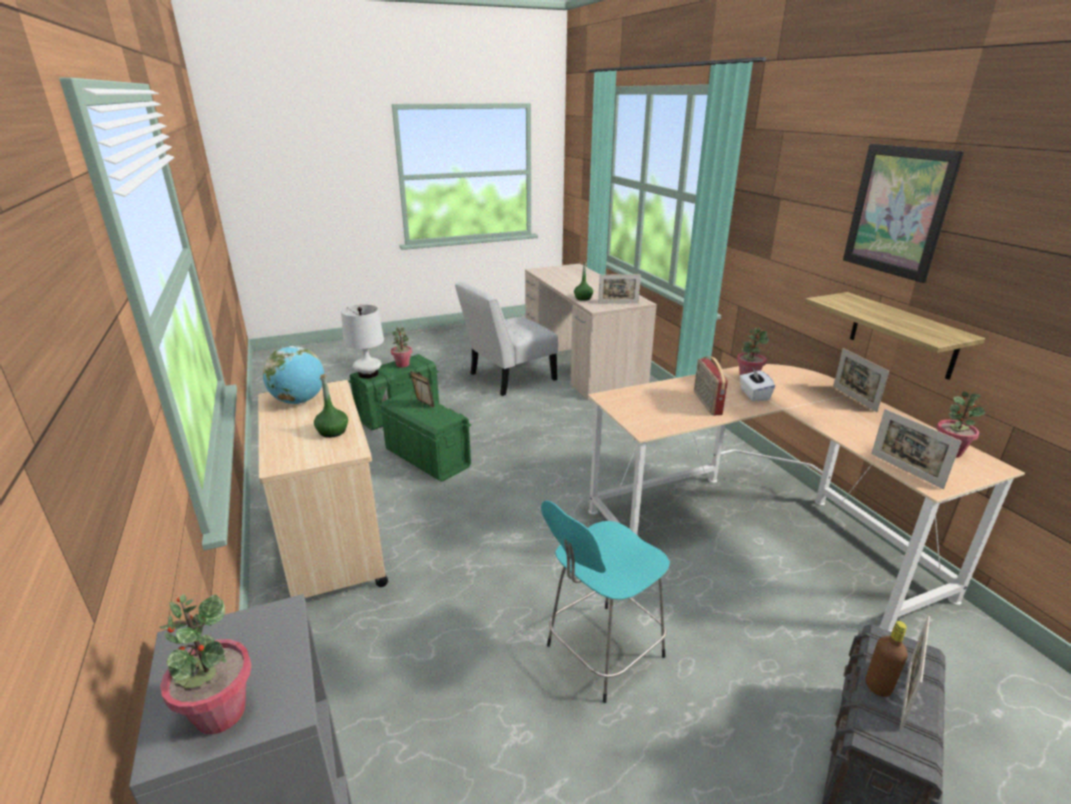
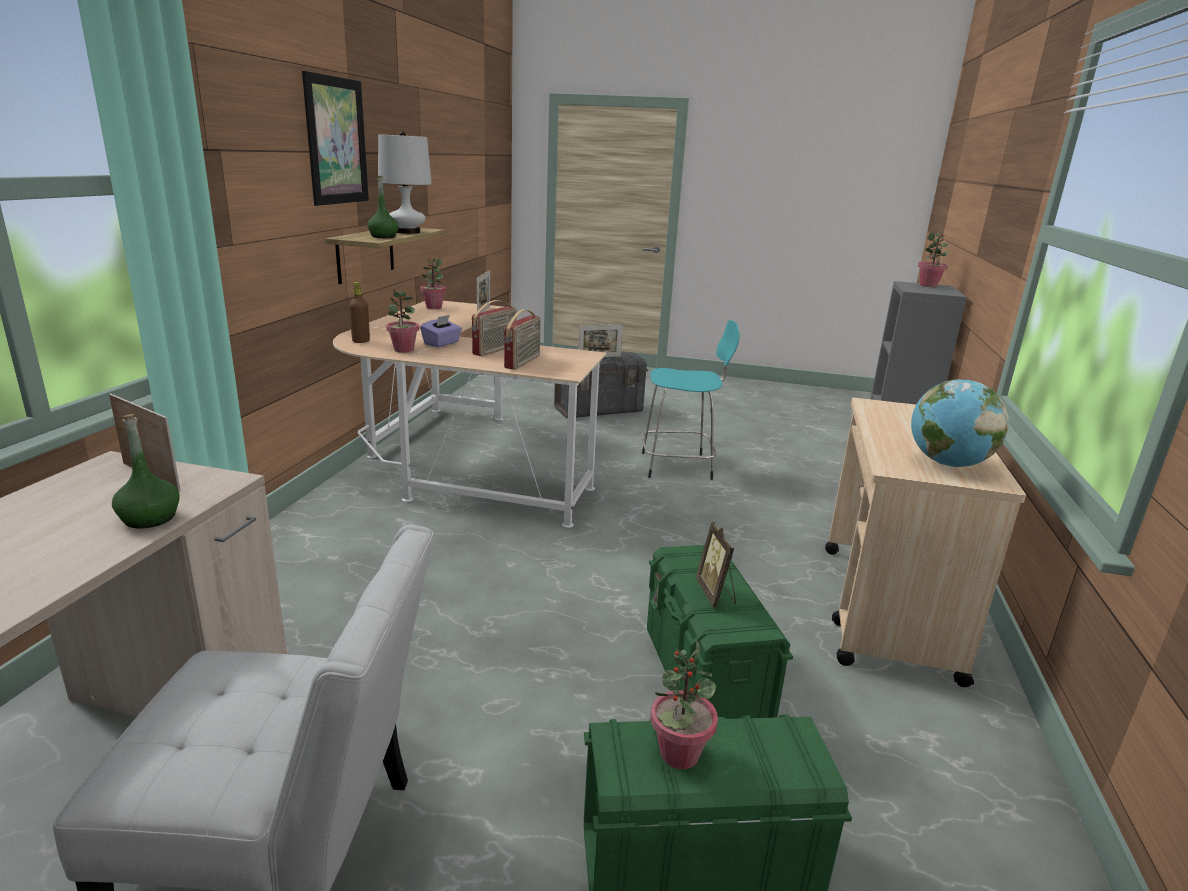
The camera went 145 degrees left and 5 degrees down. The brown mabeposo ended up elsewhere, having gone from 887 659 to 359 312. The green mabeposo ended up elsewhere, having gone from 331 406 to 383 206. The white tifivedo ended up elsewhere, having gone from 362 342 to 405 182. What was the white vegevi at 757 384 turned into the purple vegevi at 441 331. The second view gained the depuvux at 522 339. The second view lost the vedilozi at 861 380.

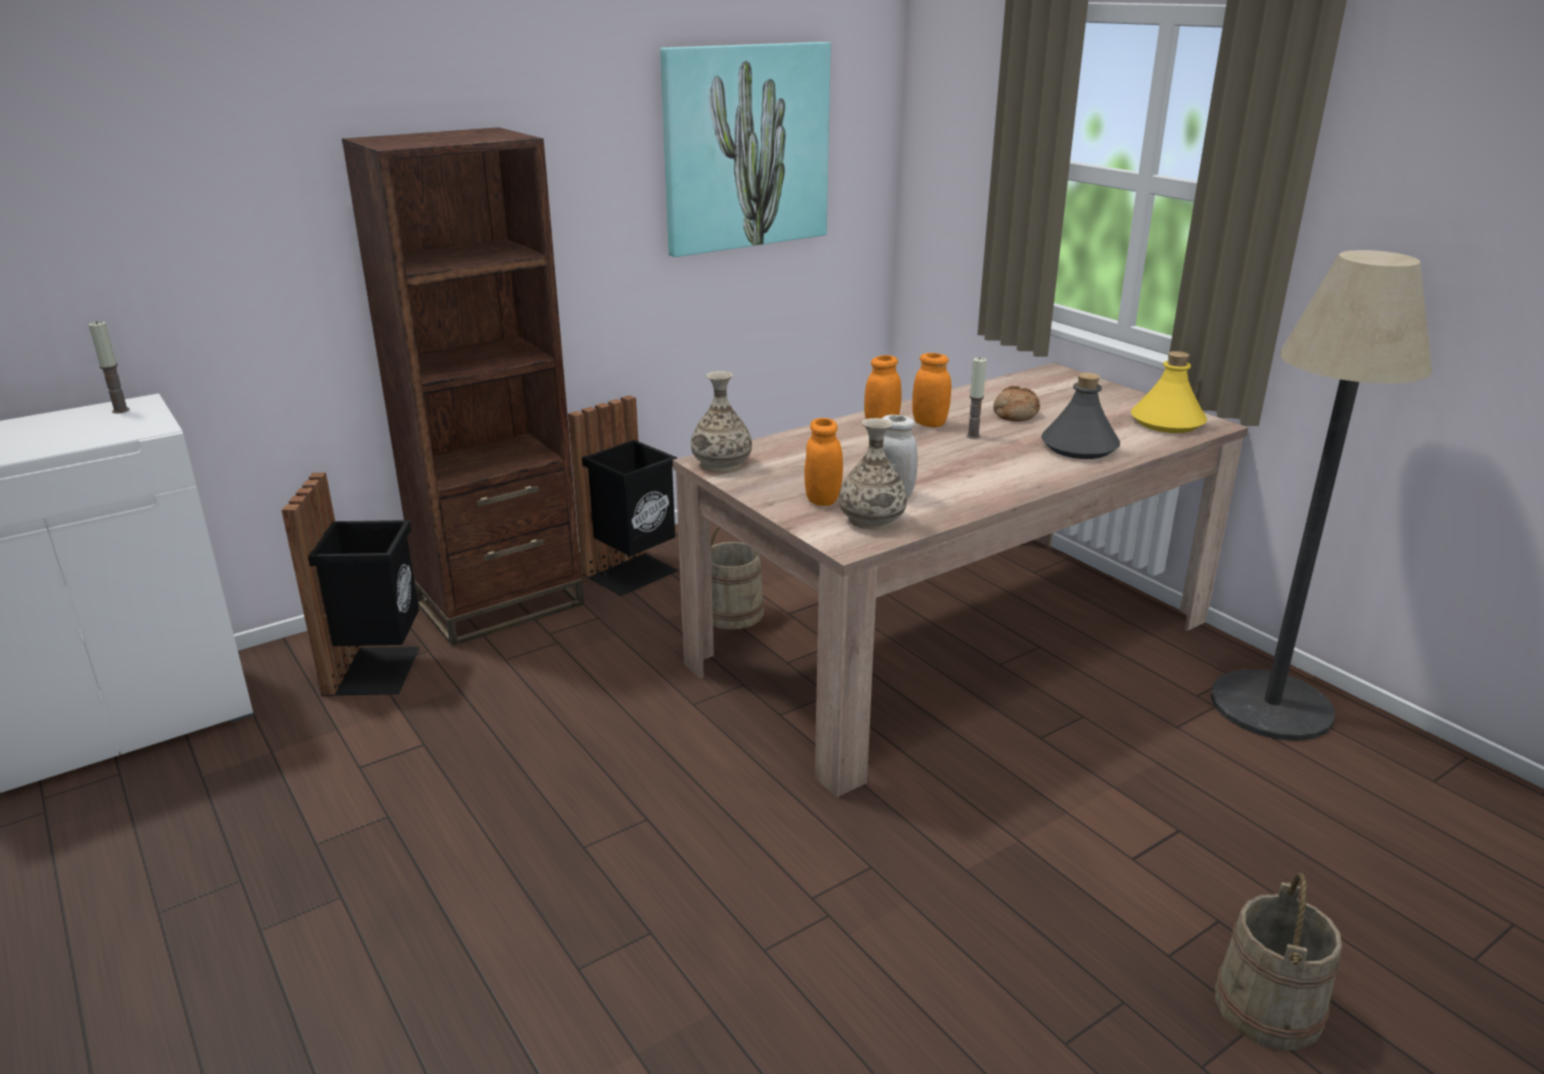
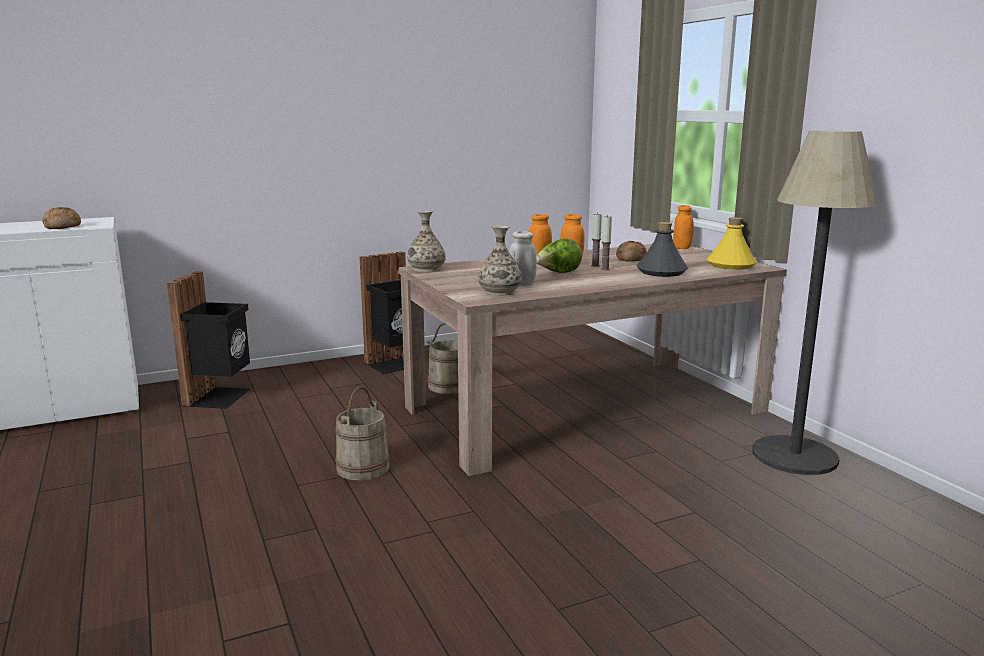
The camera went 10 degrees right and 10 degrees down. The second view gained the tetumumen at 61 218. The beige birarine ended up elsewhere, having gone from 1278 961 to 362 433. The second view gained the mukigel at 559 256. The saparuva ended up elsewhere, having gone from 109 367 to 606 243. The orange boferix ended up elsewhere, having gone from 823 462 to 683 227. The second view lost the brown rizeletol at 463 386. The second view lost the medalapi at 745 149.

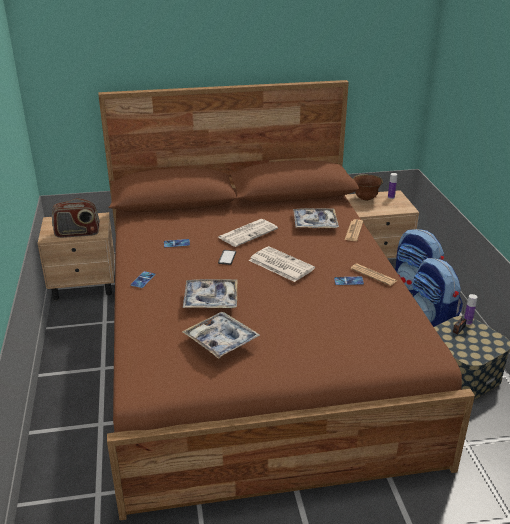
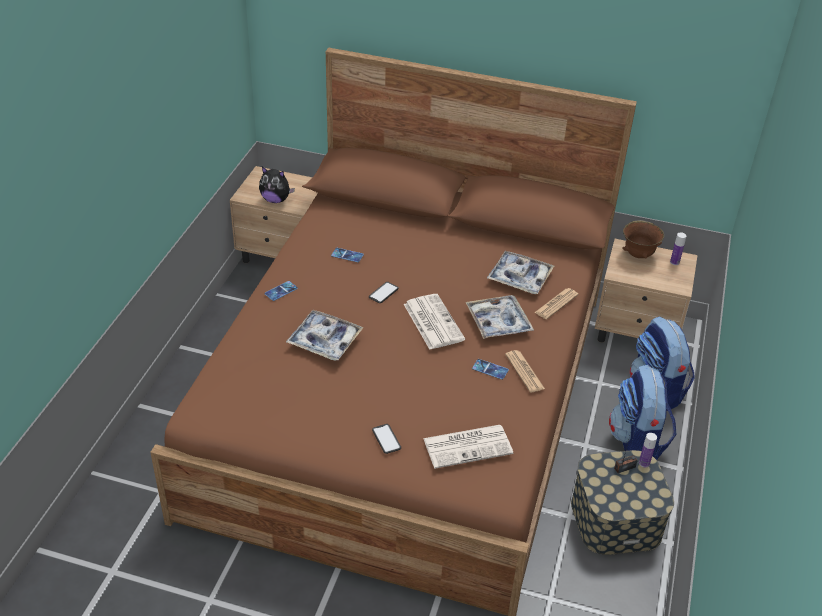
The camera went 25 degrees right and 10 degrees up. Where the depuvux stood at 76 218, the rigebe came to stand at 277 185. The second view gained the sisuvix at 386 439. The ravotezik ended up elsewhere, having gone from 248 233 to 468 447. The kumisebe ended up elsewhere, having gone from 221 335 to 499 317.

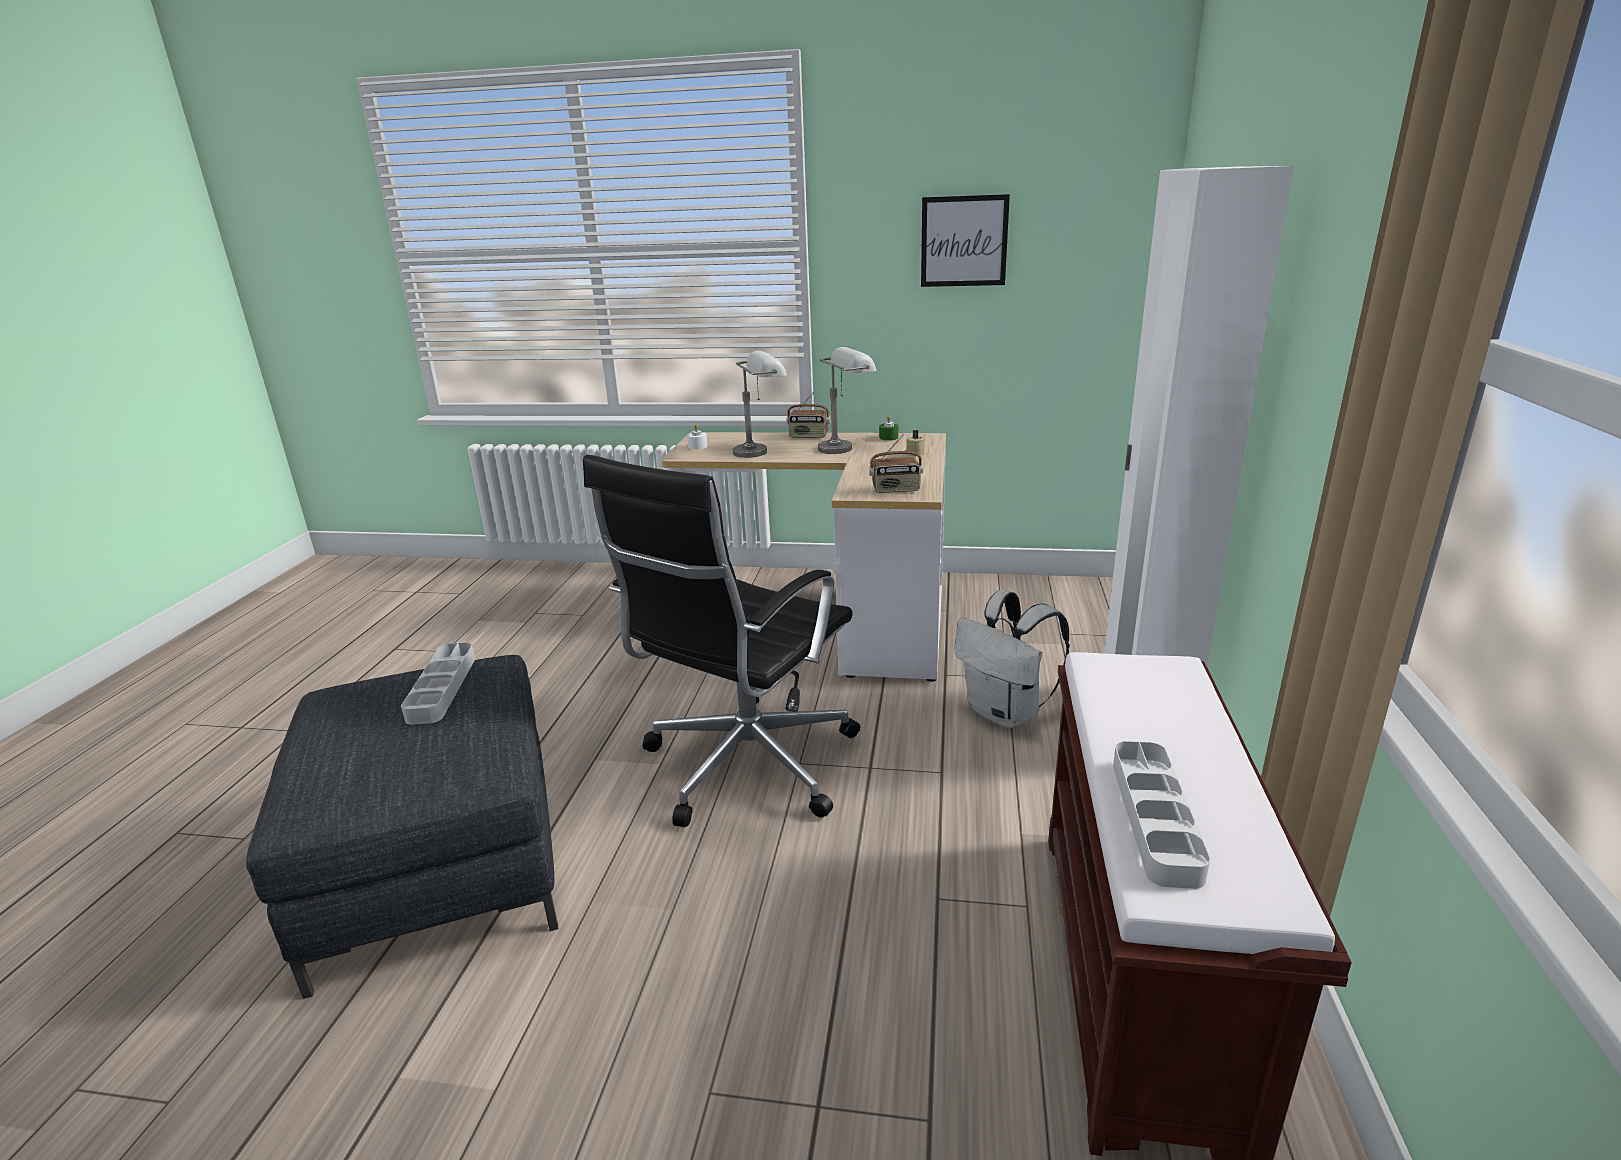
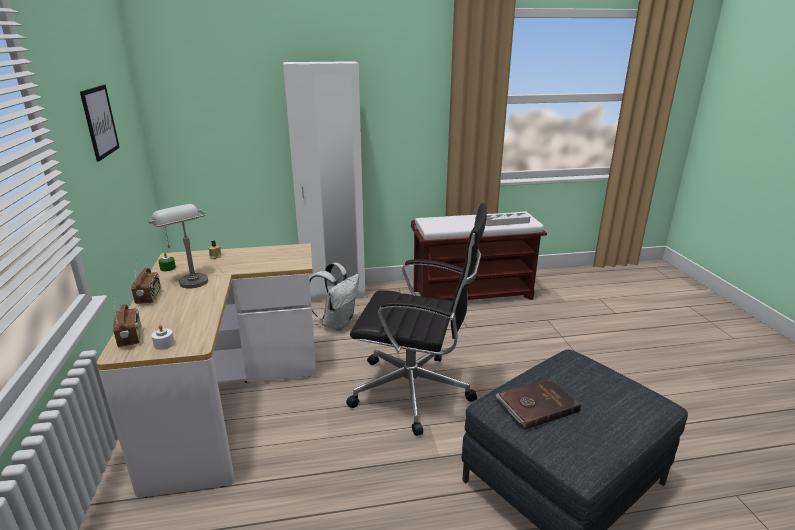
The camera went 110 degrees left and 0 degrees up. The depuvux ended up elsewhere, having gone from 896 463 to 127 323. Where the grey kumisebe stood at 438 683, the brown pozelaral came to stand at 538 404. The second view lost the grey tifivedo at 760 404.

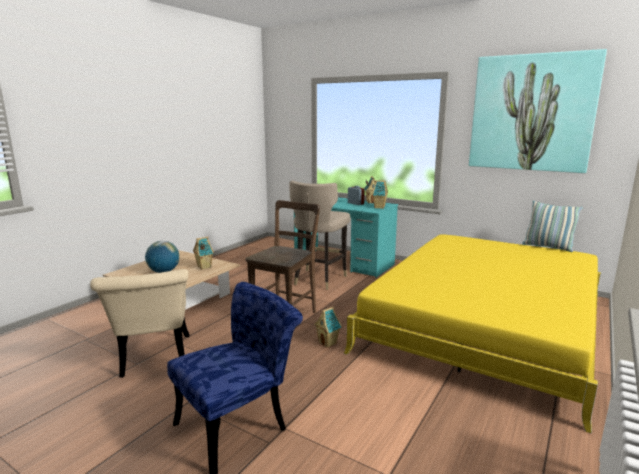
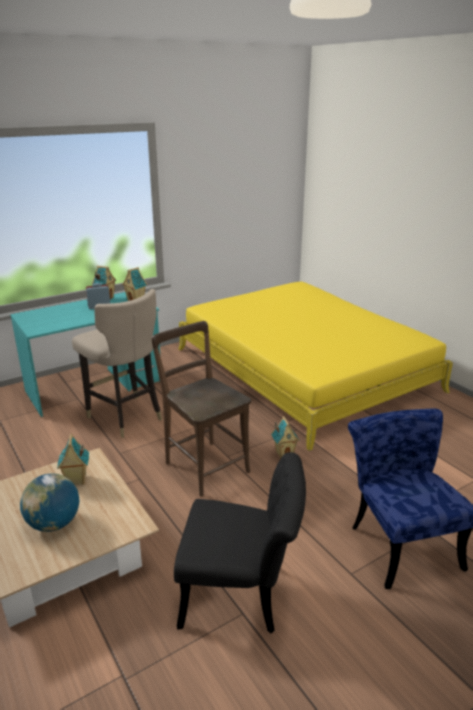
The camera went 65 degrees left and 10 degrees up. What was the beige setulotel at 140 323 turned into the black setulotel at 240 542. The second view lost the medalapi at 538 111. The second view lost the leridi at 552 226.

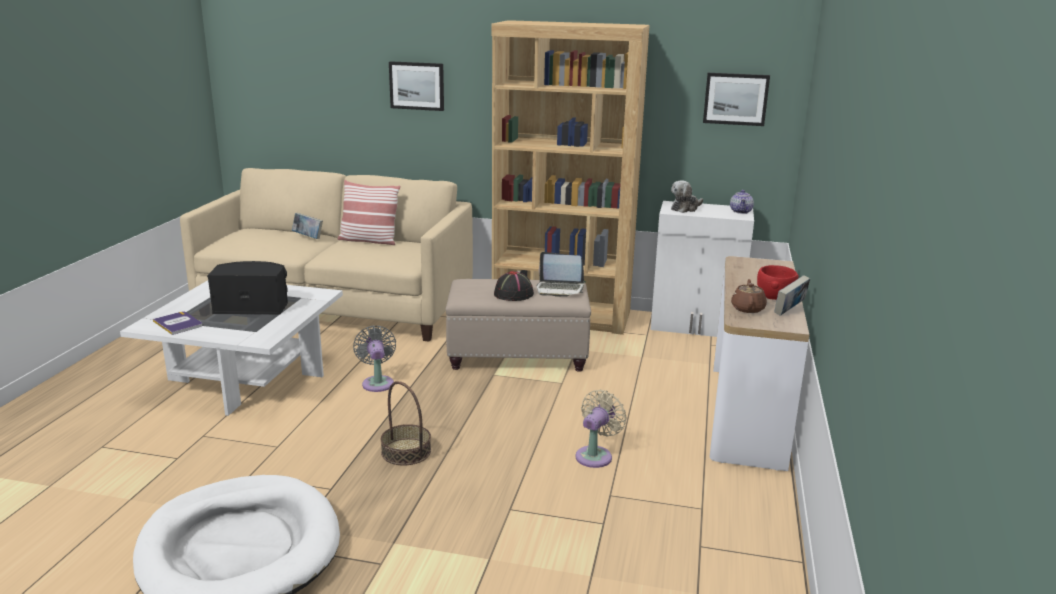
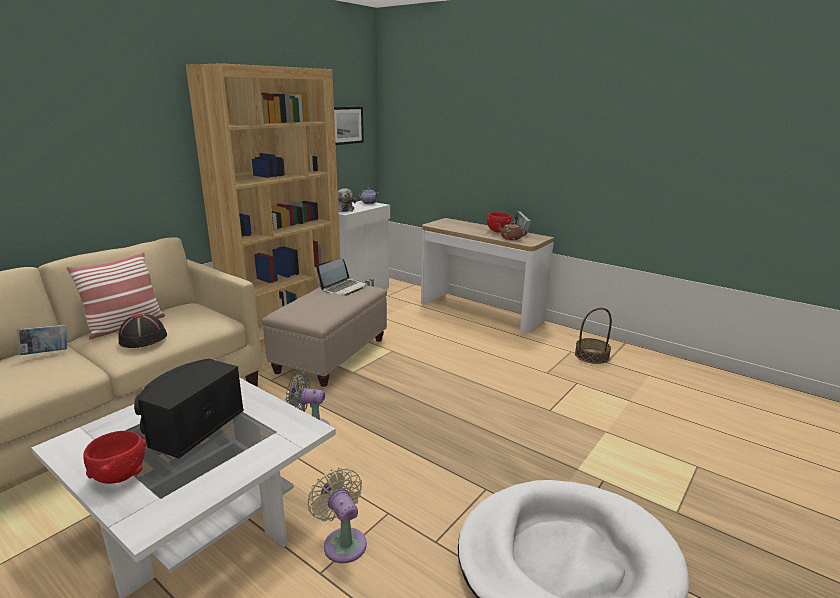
The camera went 65 degrees left and 0 degrees up. The second view gained the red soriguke at 115 457. The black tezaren ended up elsewhere, having gone from 514 286 to 143 330. The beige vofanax ended up elsewhere, having gone from 601 429 to 337 515. The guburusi ended up elsewhere, having gone from 406 423 to 593 336. The second view lost the pozelaral at 177 323. The second view lost the medalapi at 416 86.

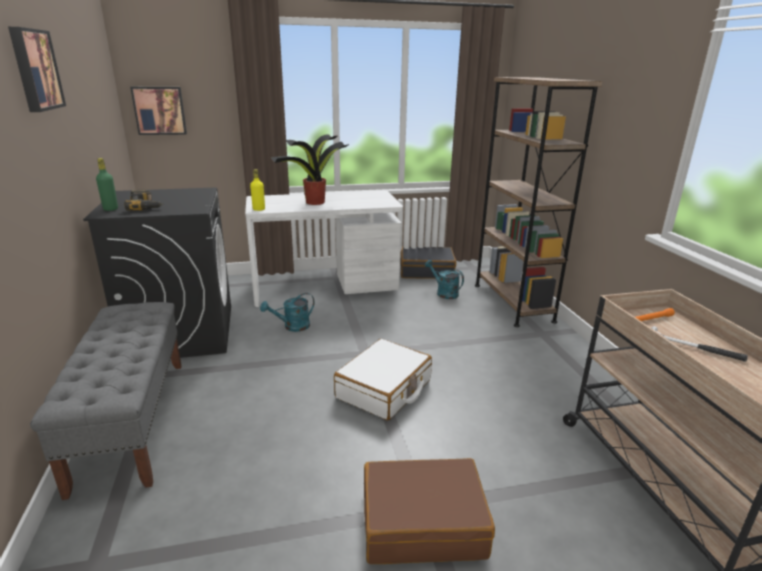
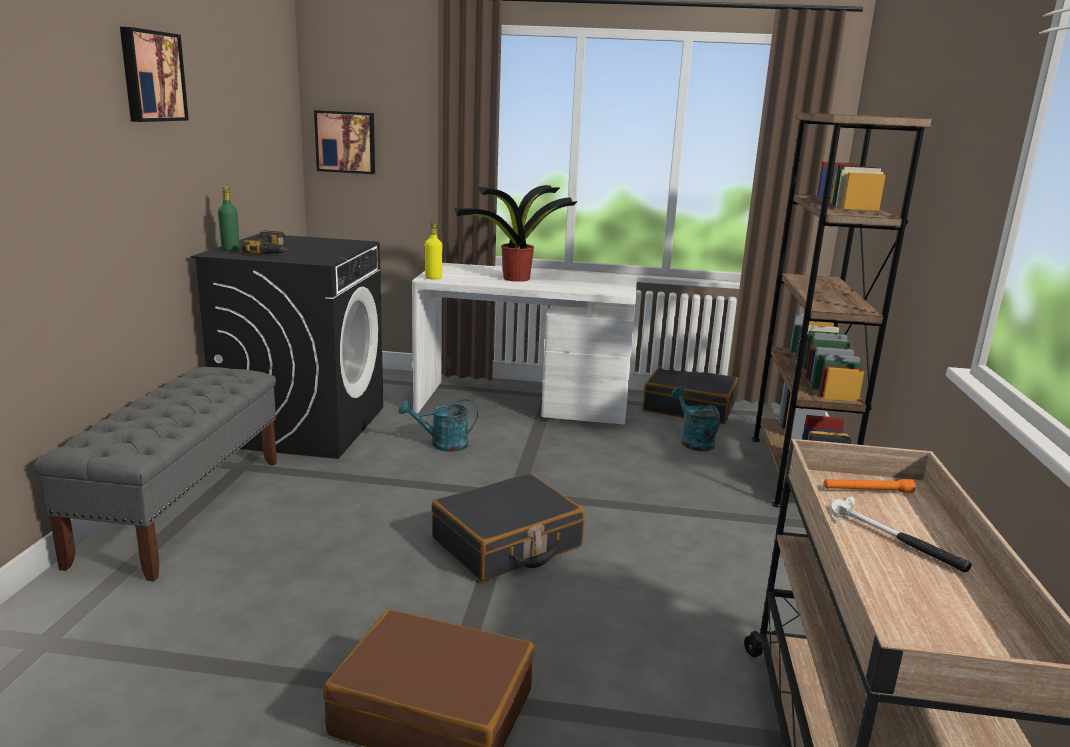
The camera went 20 degrees right and 5 degrees down. What was the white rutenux at 383 379 turned into the black rutenux at 508 527.

